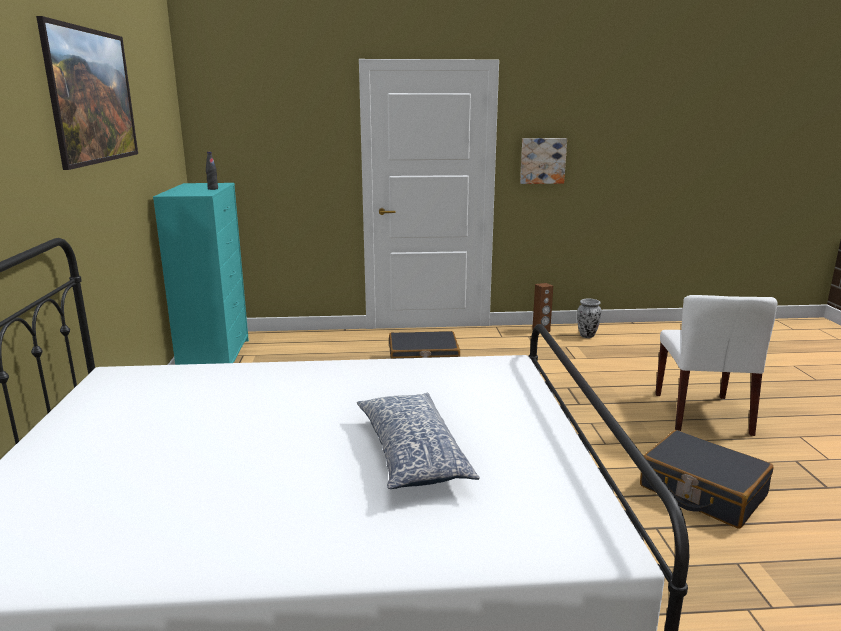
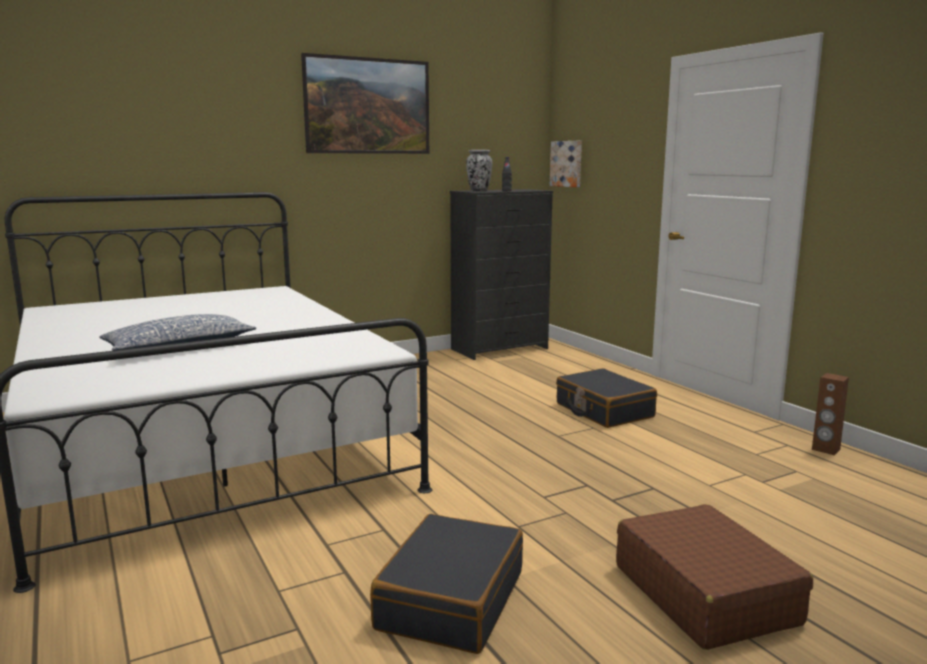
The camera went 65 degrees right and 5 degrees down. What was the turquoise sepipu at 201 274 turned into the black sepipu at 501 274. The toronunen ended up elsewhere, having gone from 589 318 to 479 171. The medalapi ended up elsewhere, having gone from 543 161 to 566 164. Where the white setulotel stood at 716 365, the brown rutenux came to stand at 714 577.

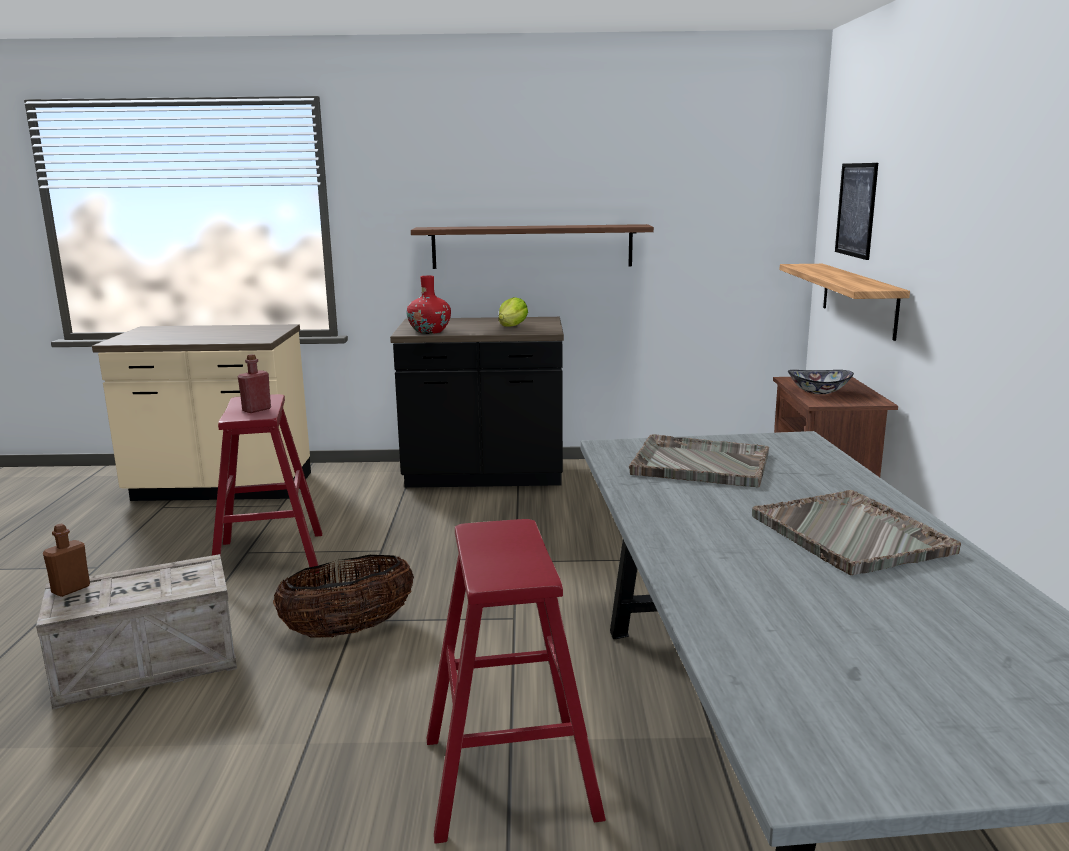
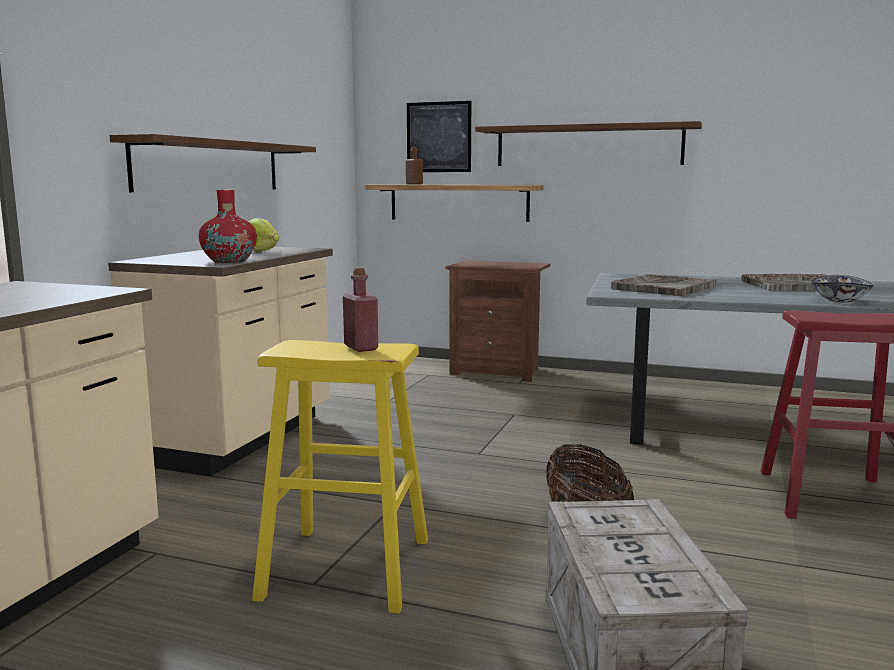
The camera went 70 degrees left and 5 degrees down. What was the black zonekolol at 477 402 turned into the beige zonekolol at 220 361. What was the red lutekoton at 267 483 turned into the yellow lutekoton at 340 476. The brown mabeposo ended up elsewhere, having gone from 66 560 to 414 165. The second view gained the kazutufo at 588 143. The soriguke ended up elsewhere, having gone from 821 382 to 842 289.

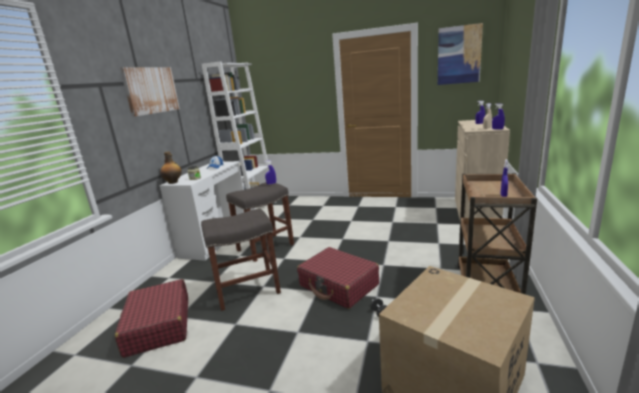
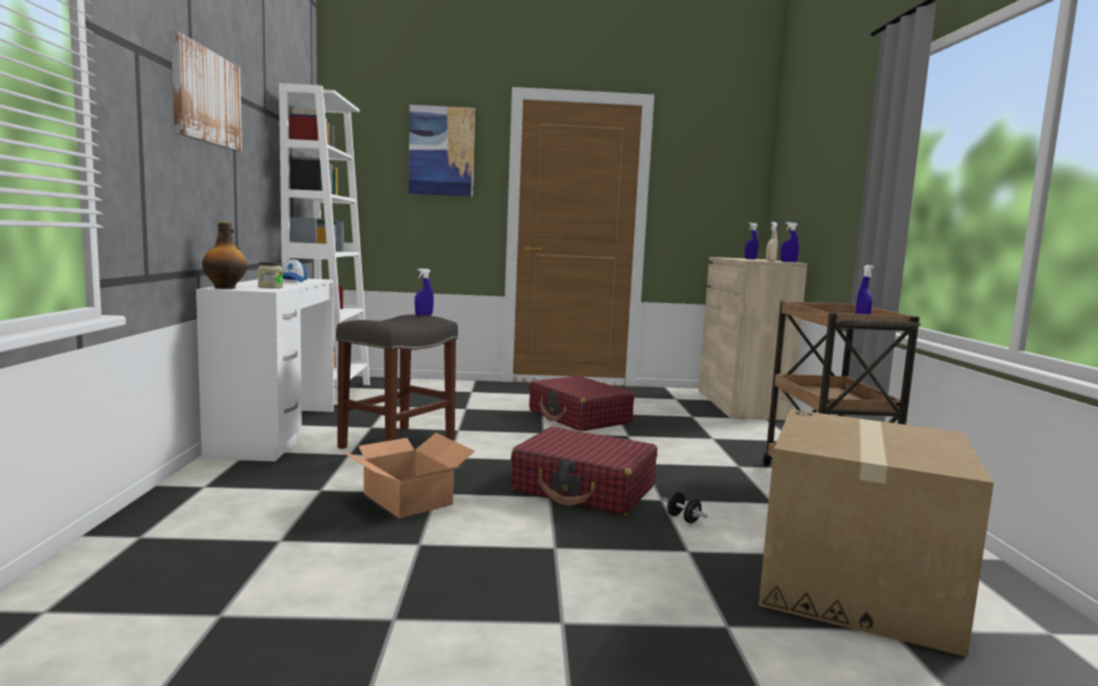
The camera went 20 degrees left and 10 degrees down. Where the grey lutekoton stood at 241 259, the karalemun came to stand at 407 475. The medalapi ended up elsewhere, having gone from 460 54 to 441 151. The red rutenux ended up elsewhere, having gone from 151 318 to 581 404.

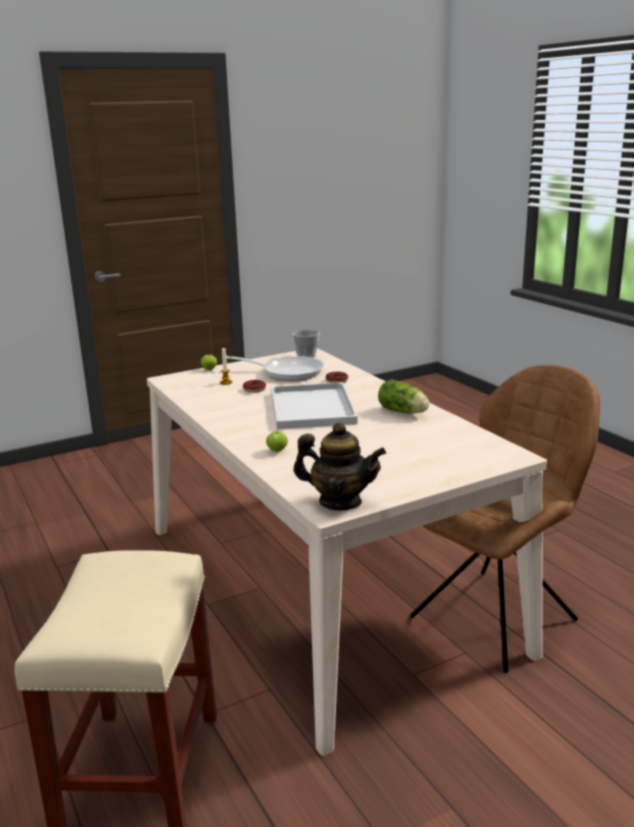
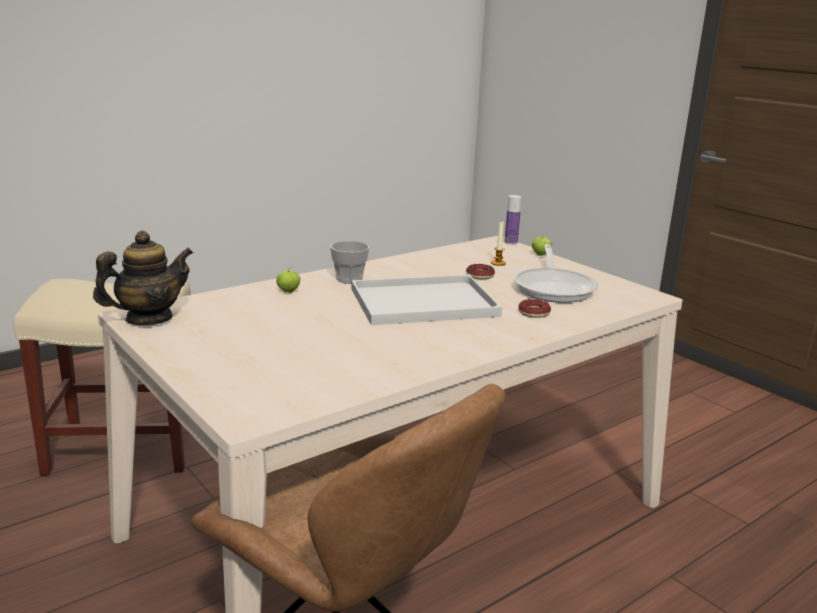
The camera went 80 degrees right and 0 degrees up. The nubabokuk at 339 466 ended up facing another way, 135 degrees counterclockwise from before. The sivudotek ended up elsewhere, having gone from 306 344 to 350 262. The second view gained the mabeposo at 512 220. The second view lost the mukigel at 404 396.

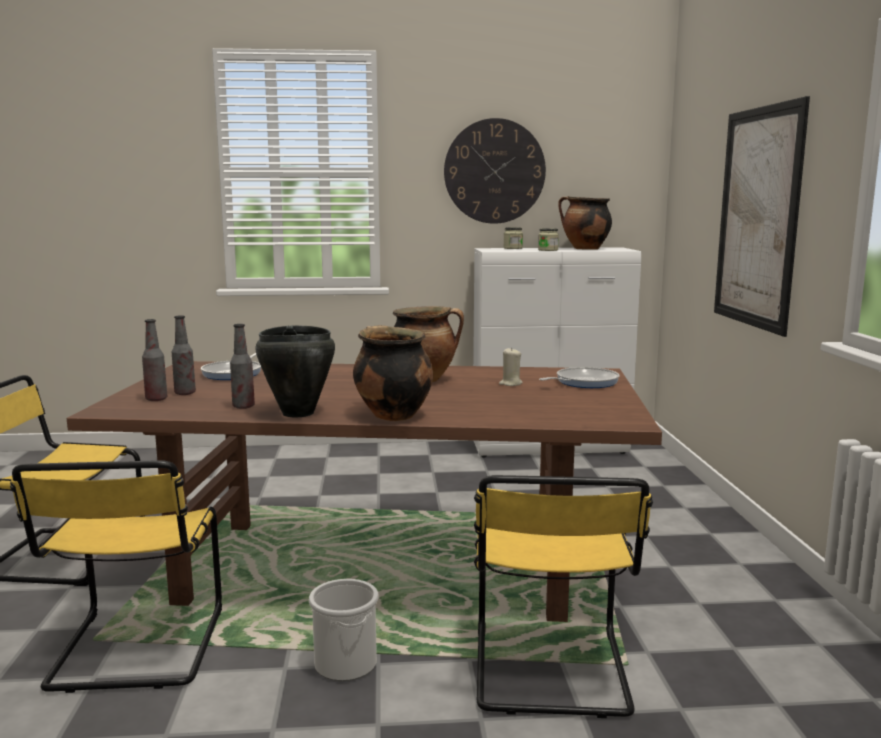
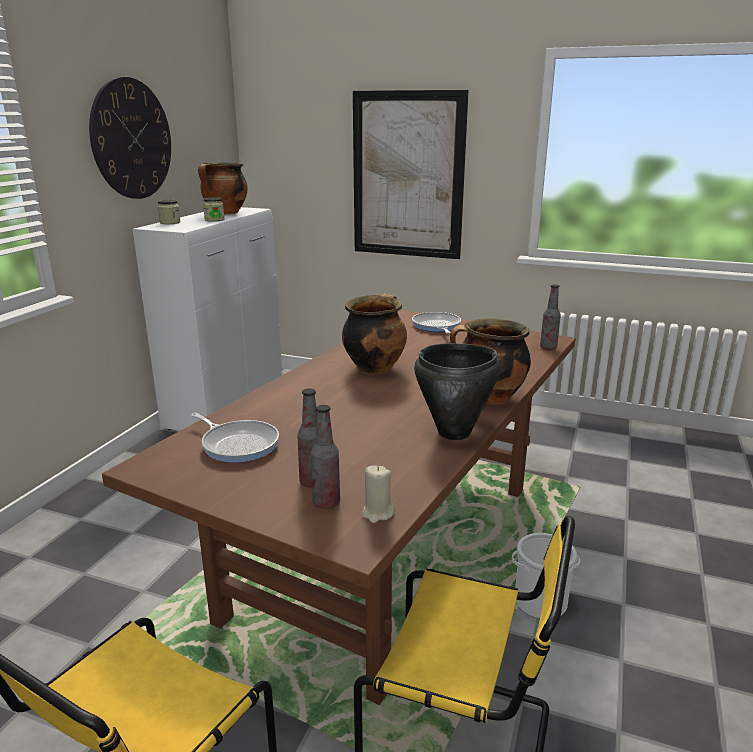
The camera went 65 degrees left and 10 degrees up. The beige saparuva ended up elsewhere, having gone from 511 366 to 378 494. The mabeposo ended up elsewhere, having gone from 242 366 to 550 317. The second view lost the yellow setulotel at 563 596.

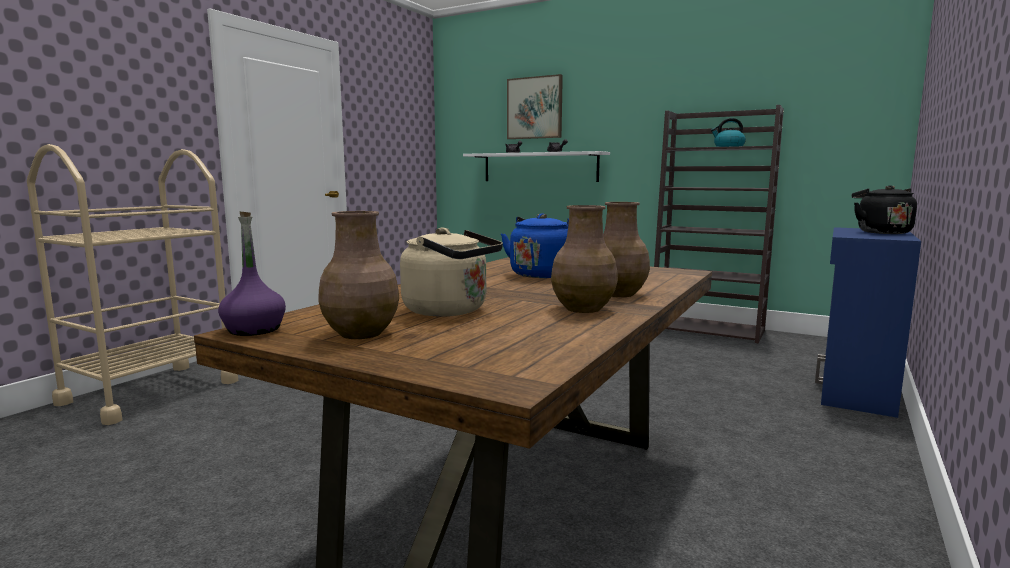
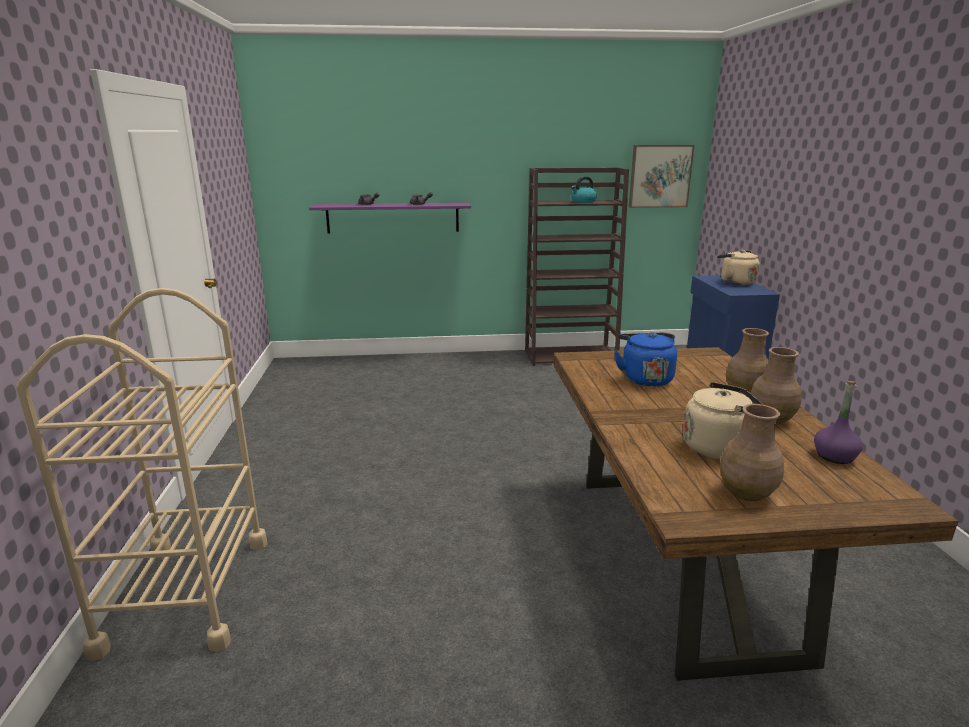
The camera went 35 degrees left and 10 degrees up. What was the white kazutufo at 536 166 turned into the purple kazutufo at 390 218. The medalapi ended up elsewhere, having gone from 535 106 to 661 176. What was the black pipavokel at 884 209 turned into the beige pipavokel at 738 267. The purple mabeposo ended up elsewhere, having gone from 252 274 to 838 422.

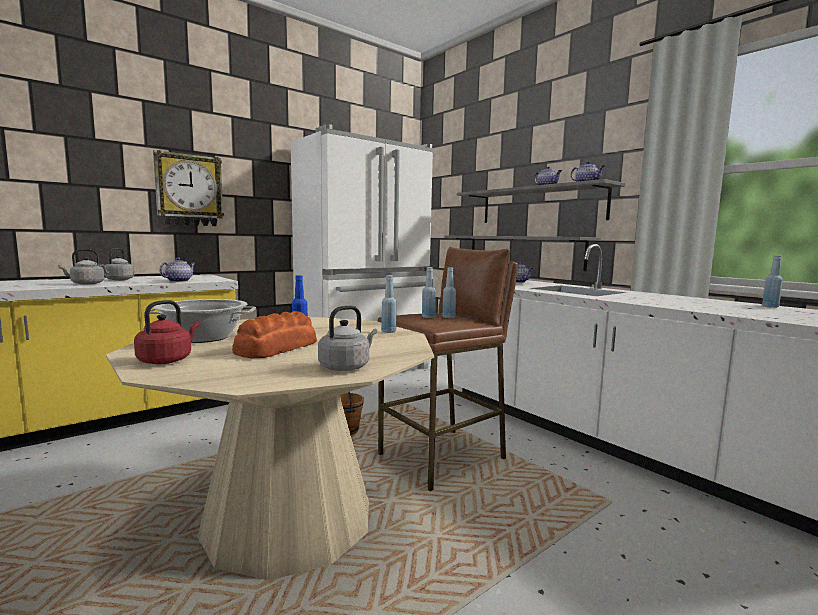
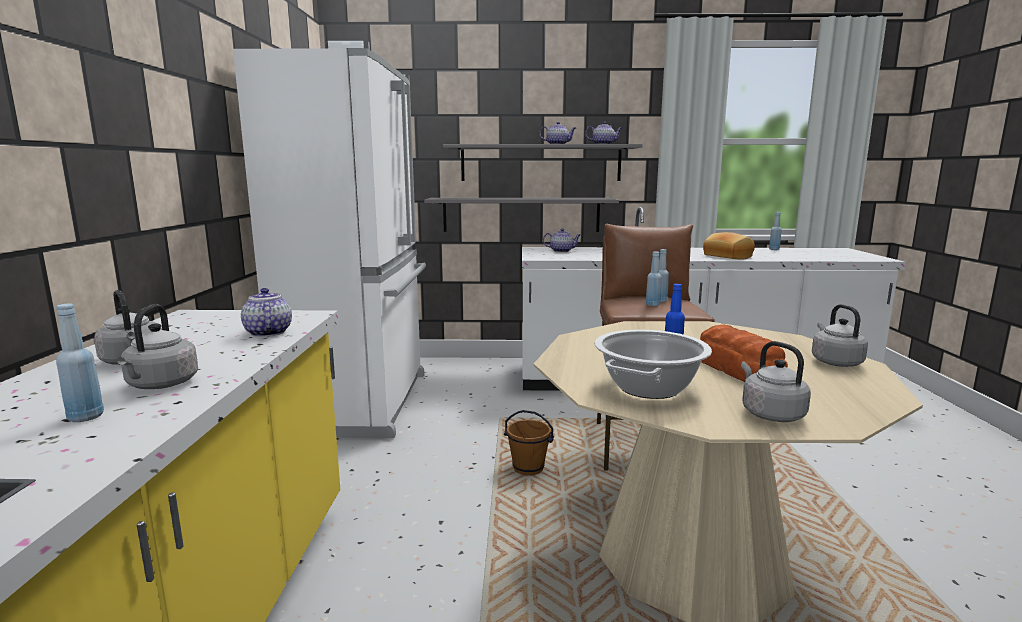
The camera went 50 degrees left and 5 degrees up. The blue mabeposo ended up elsewhere, having gone from 388 304 to 80 363. The second view gained the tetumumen at 729 246. What was the red pipavokel at 166 332 turned into the grey pipavokel at 776 381. The second view lost the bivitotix at 188 188.

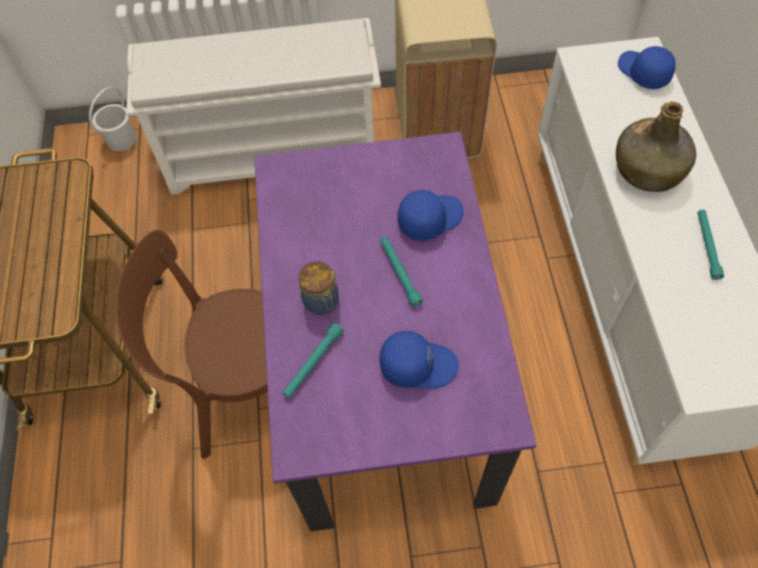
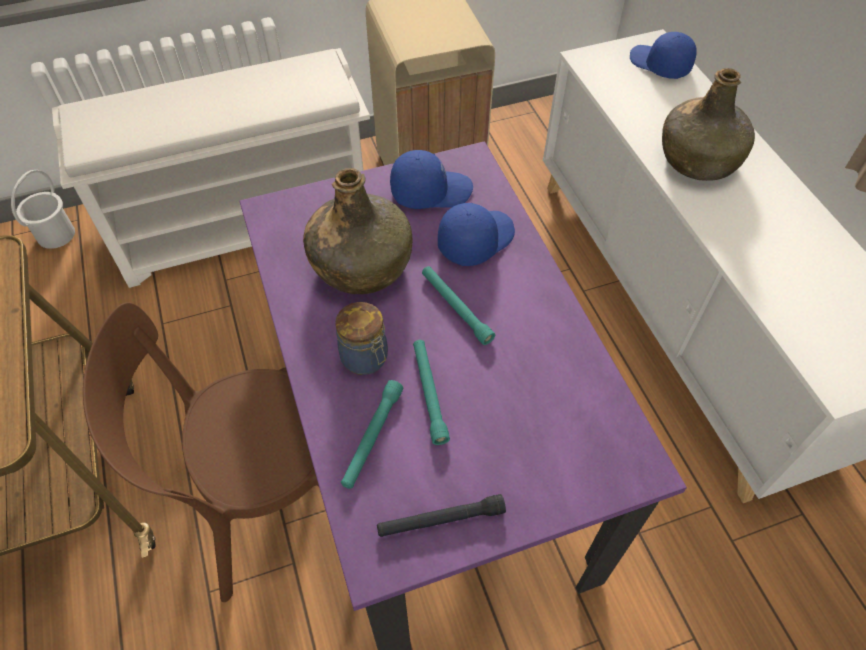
The camera went 15 degrees left and 5 degrees down. The second view gained the green mabeposo at 357 231. The second view gained the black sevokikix at 441 515. The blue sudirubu ended up elsewhere, having gone from 419 360 to 431 179. The turquoise sevokikix ended up elsewhere, having gone from 710 245 to 431 392.

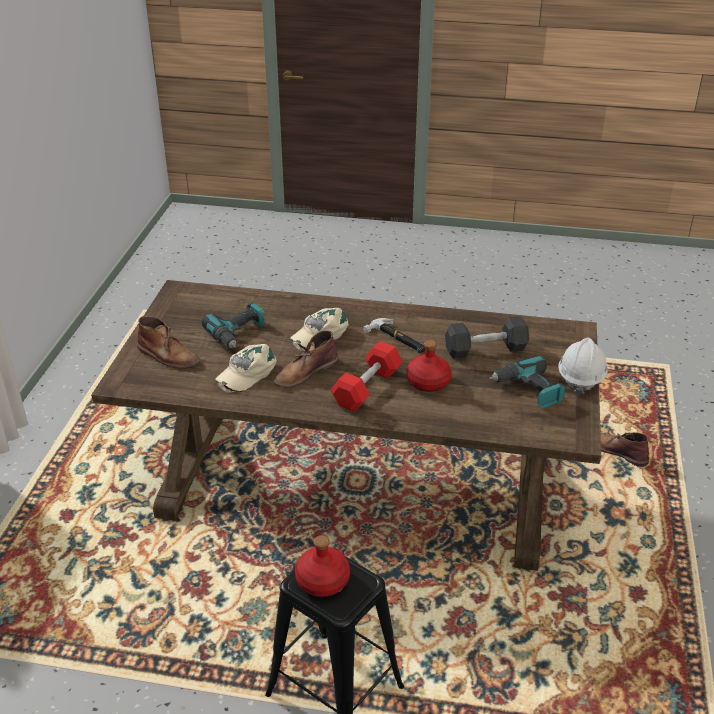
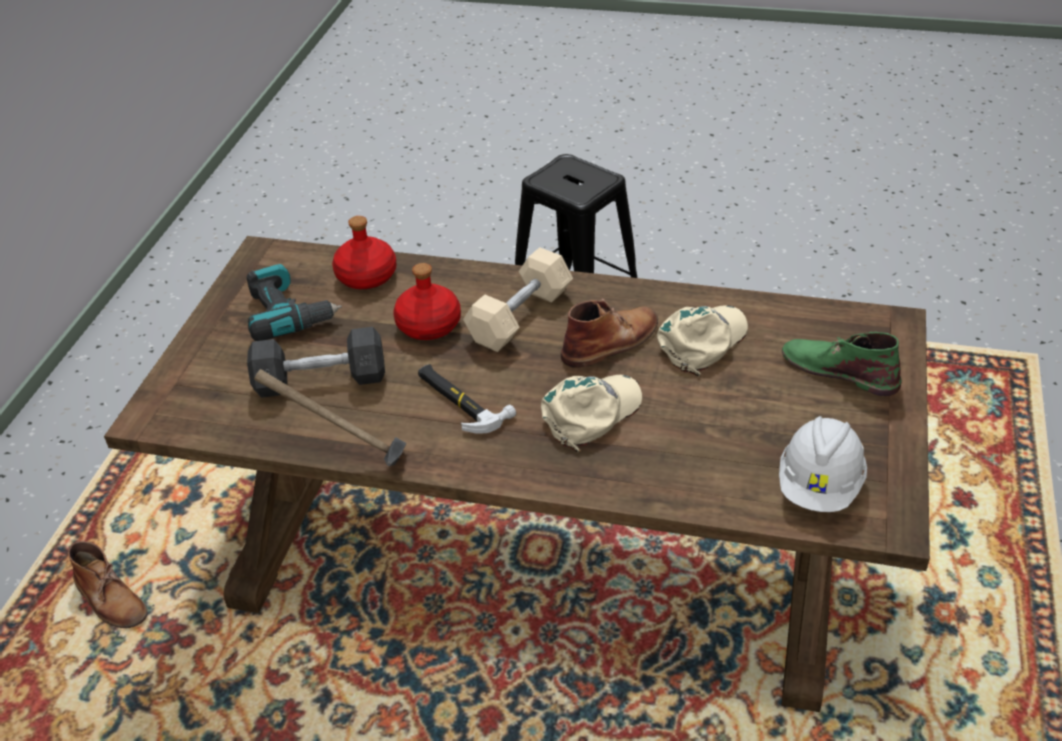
The camera went 175 degrees left and 5 degrees up. The second view gained the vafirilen at 330 418. The red mabeposo ended up elsewhere, having gone from 322 566 to 364 252. What was the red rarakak at 366 376 turned into the beige rarakak at 518 299. The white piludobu ended up elsewhere, having gone from 583 366 to 823 464. What was the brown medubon at 168 342 turned into the green medubon at 842 364. The second view lost the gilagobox at 233 325.

